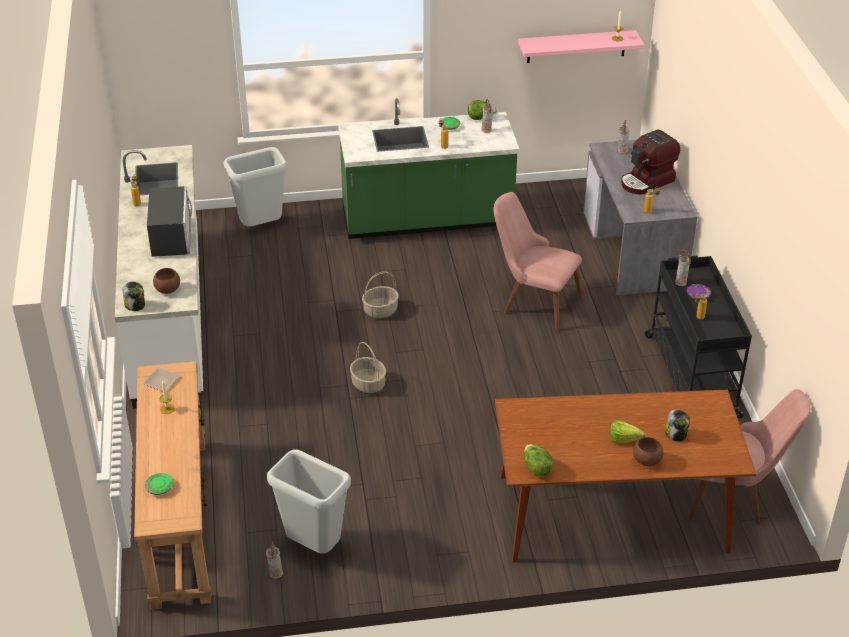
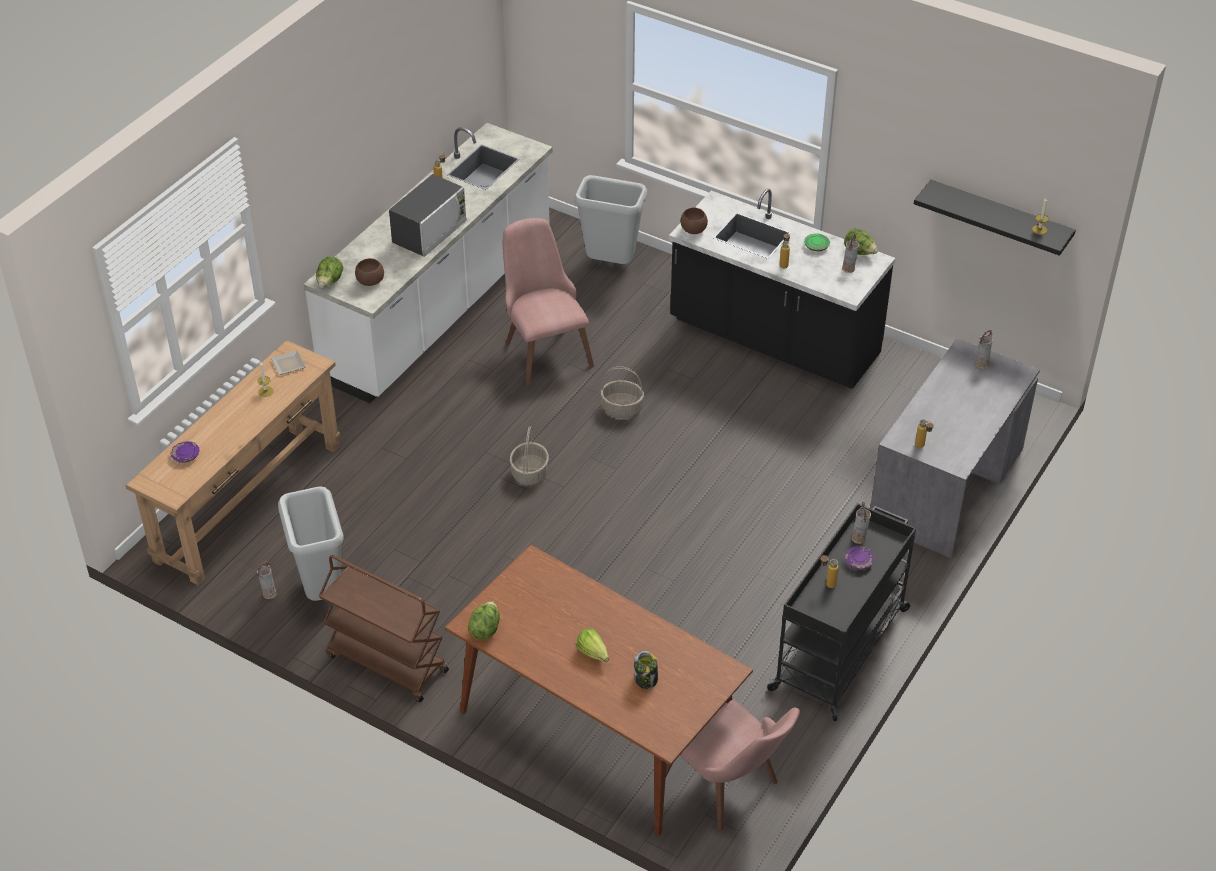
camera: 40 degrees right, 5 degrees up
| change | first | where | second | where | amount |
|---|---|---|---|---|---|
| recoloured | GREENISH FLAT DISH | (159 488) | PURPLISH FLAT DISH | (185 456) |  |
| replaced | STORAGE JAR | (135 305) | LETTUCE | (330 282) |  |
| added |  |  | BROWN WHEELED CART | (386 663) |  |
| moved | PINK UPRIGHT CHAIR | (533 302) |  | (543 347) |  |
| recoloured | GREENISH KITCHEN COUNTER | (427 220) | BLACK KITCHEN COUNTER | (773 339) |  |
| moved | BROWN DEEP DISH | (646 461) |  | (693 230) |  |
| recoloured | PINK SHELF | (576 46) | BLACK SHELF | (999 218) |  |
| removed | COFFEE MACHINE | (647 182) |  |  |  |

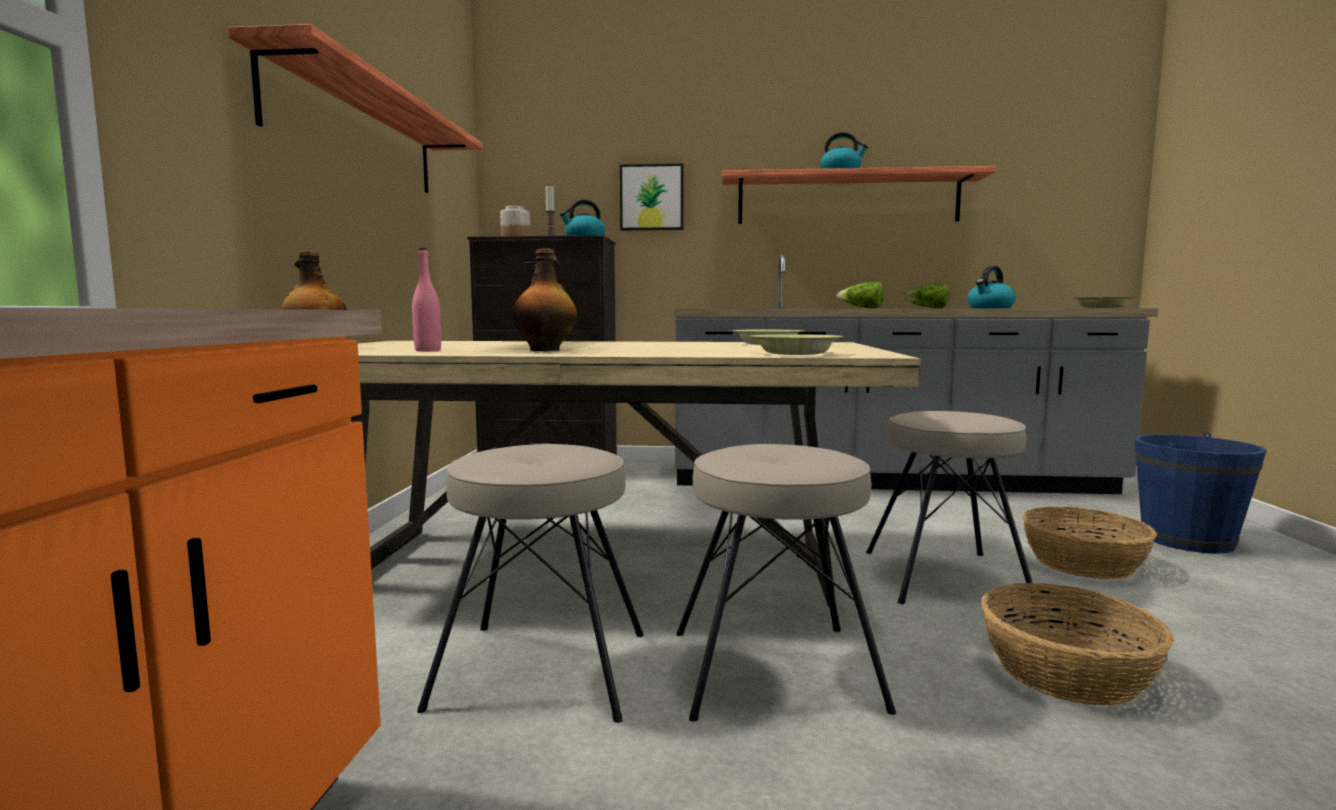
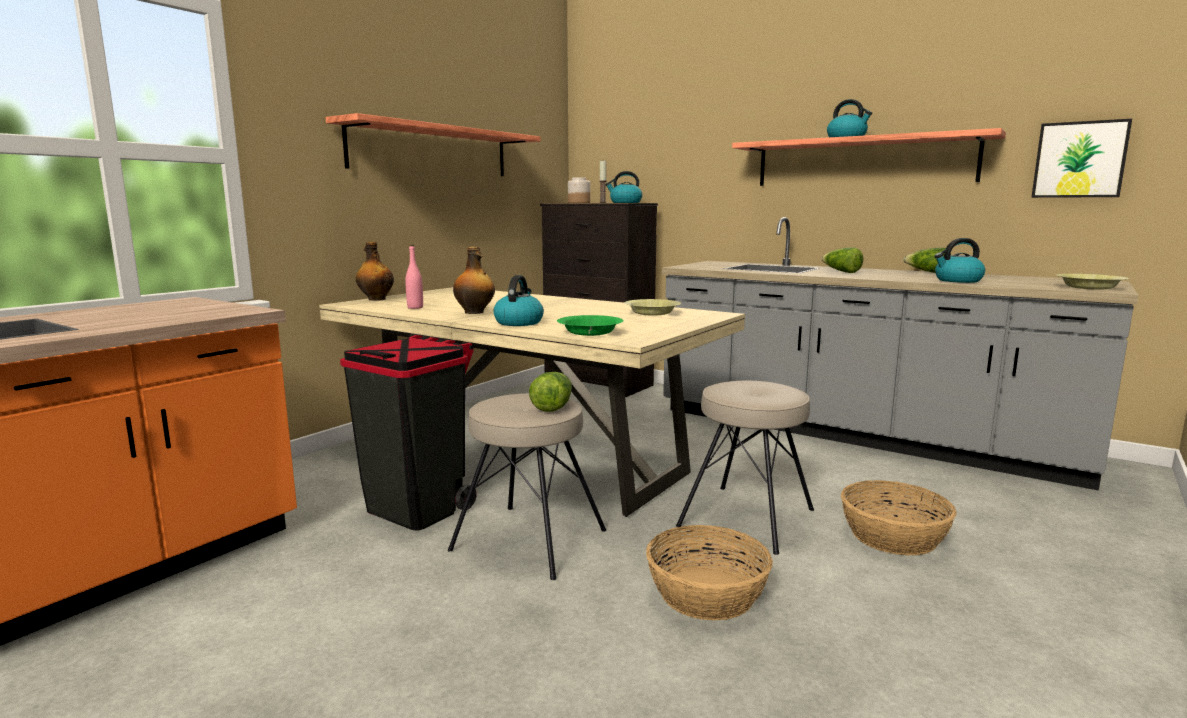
camera: 30 degrees right, 5 degrees up
| change | first | where | second | where | amount |
|---|---|---|---|---|---|
| replaced | SAND-COLOURED STOOL SEAT | (542 670) | BLACK TRASH CAN | (417 508) |  |
| added |  |  | WATER KETTLE | (519 322) |  |
| added |  |  | LETTUCE | (552 406) |  |
| recoloured | YELLOW-COLOURED DEEP DISH | (795 354) | GREENISH DEEP DISH | (590 333) |  |
| moved | WALL PICTURE | (652 198) |  | (1079 160) |  |
| removed | BLUISH PAIL | (1187 540) |  |  |  |

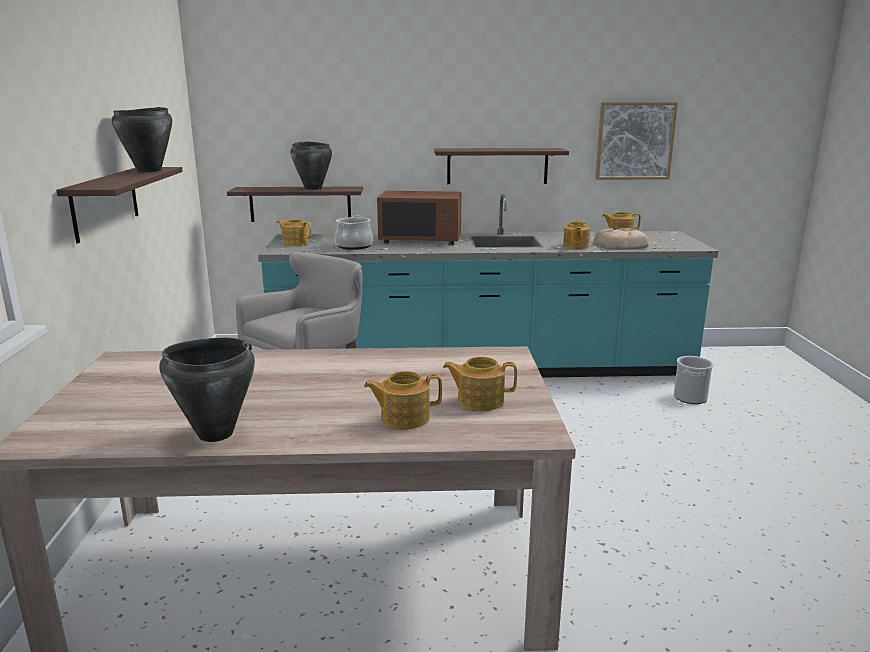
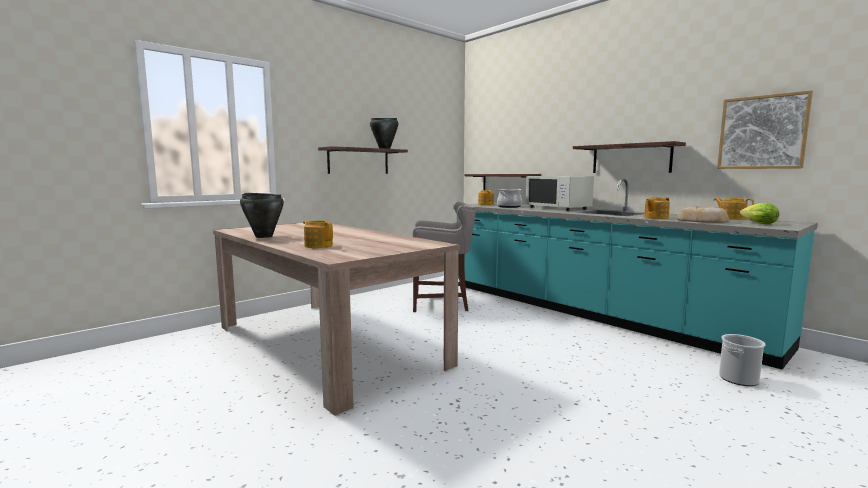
camera: 50 degrees right, 10 degrees down
| change | first | where | second | where | amount |
|---|---|---|---|---|---|
| recoloured | BROWN KITCHEN MICROWAVE | (421 239) | WHITE-COLOURED KITCHEN MICROWAVE | (558 208) |  |
| added |  |  | LETTUCE | (757 223) |  |
| removed | BLACK COOKING POT | (313 188) |  |  |  |
| removed | TEA POT | (479 400) |  |  |  |

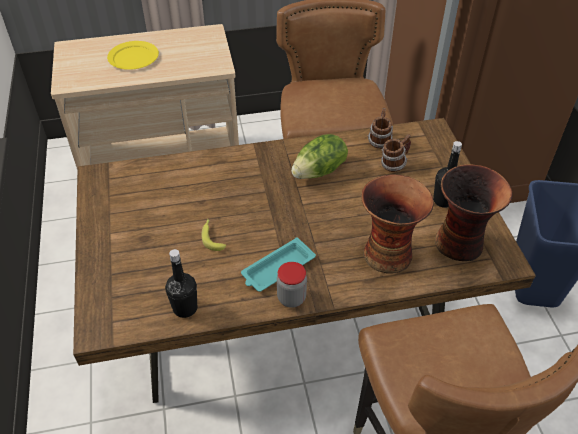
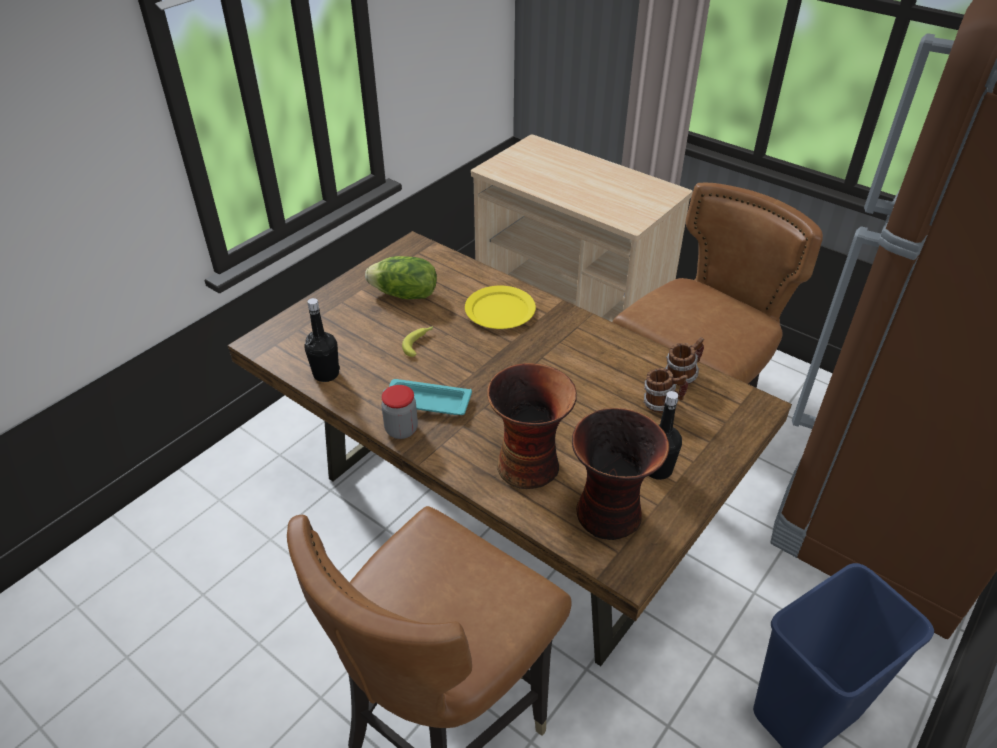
camera: 50 degrees right, 5 degrees down
| change | first | where | second | where | amount |
|---|---|---|---|---|---|
| moved | LETTUCE | (320 171) |  | (404 295) |  |
| moved | YELLOW-COLOURED FLAT DISH | (134 57) |  | (500 310) |  |

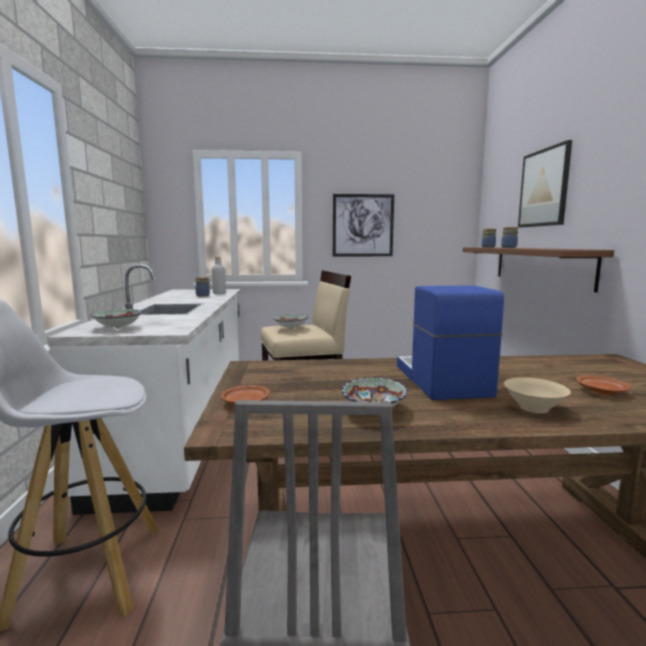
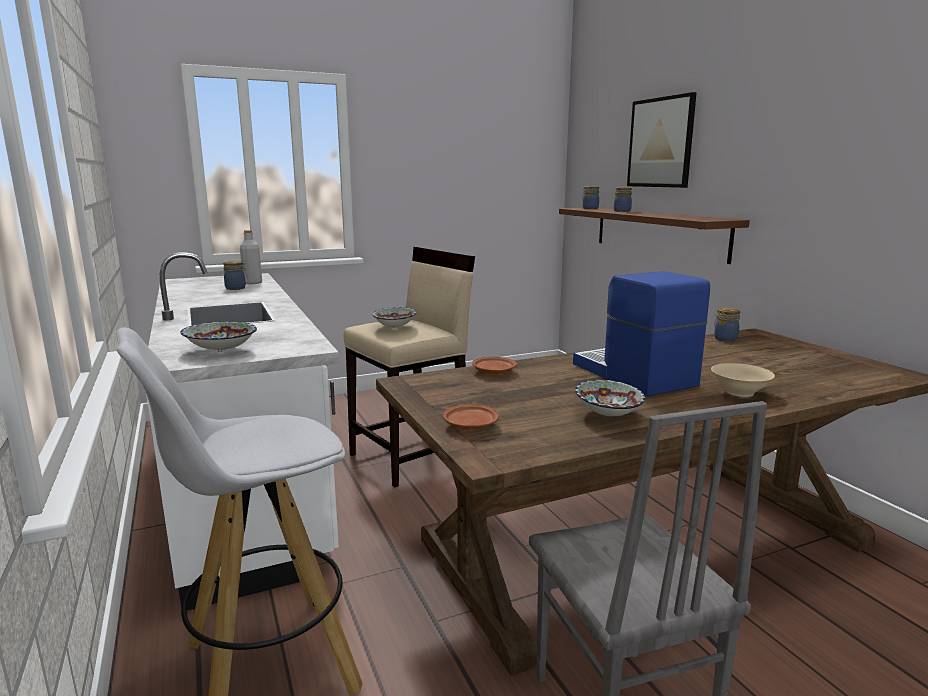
camera: 20 degrees left, 5 degrees up
| change | first | where | second | where | amount |
|---|---|---|---|---|---|
| moved | BROWN FLAT DISH | (600 391) |  | (493 372) |  |
| added |  |  | STORAGE JAR | (724 339) |  |
| removed | WALL PICTURE | (363 225) |  |  |  |

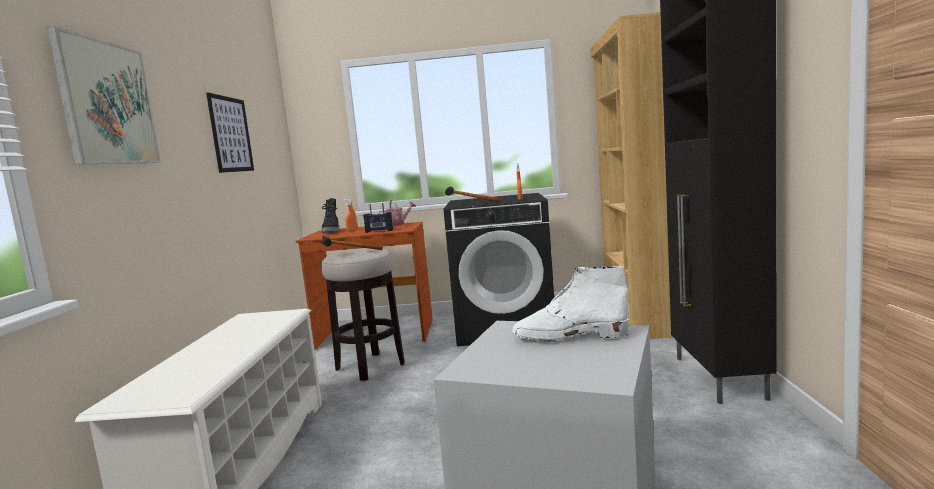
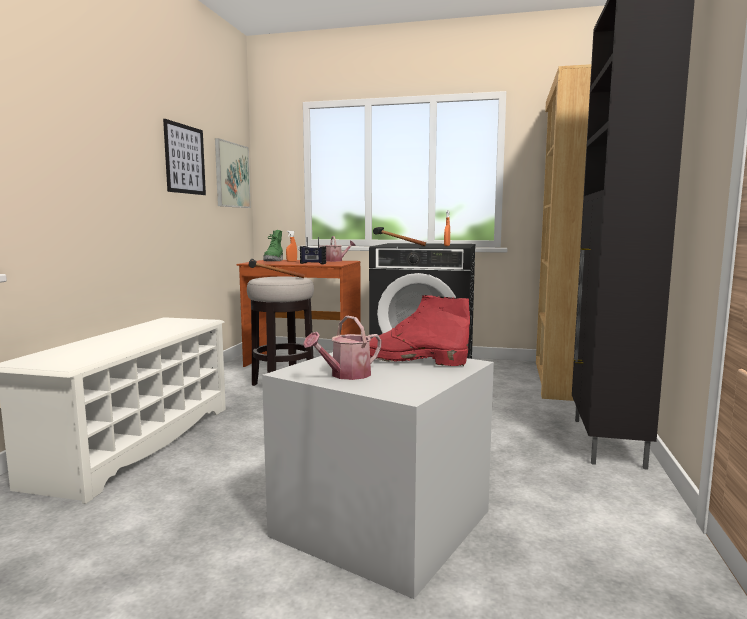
camera: 10 degrees right, 0 degrees up
| change | first | where | second | where | amount |
|---|---|---|---|---|---|
| moved | WALL PICTURE | (107 103) |  | (232 175) |  |
| recoloured | BLACK HIGH-TOP BOOT | (332 231) | GREENISH HIGH-TOP BOOT | (274 261) |  |
| added |  |  | WATERING POT | (346 375) |  |
| recoloured | WHITE-COLOURED HIGH-TOP BOOT | (569 336) | RED HIGH-TOP BOOT | (410 361) |  |

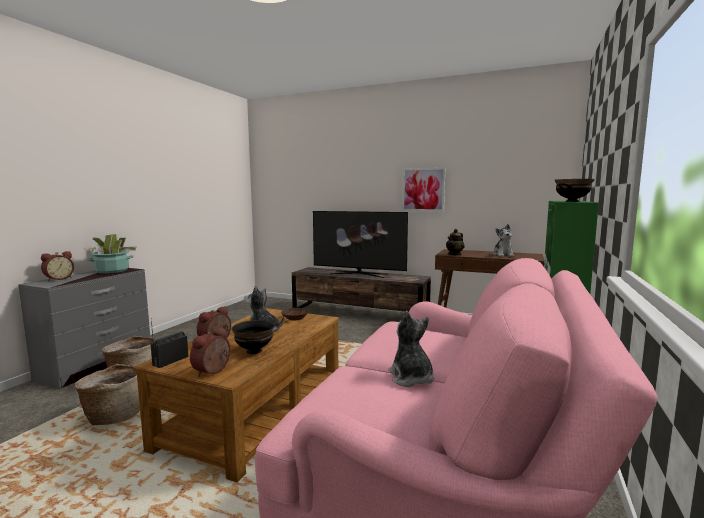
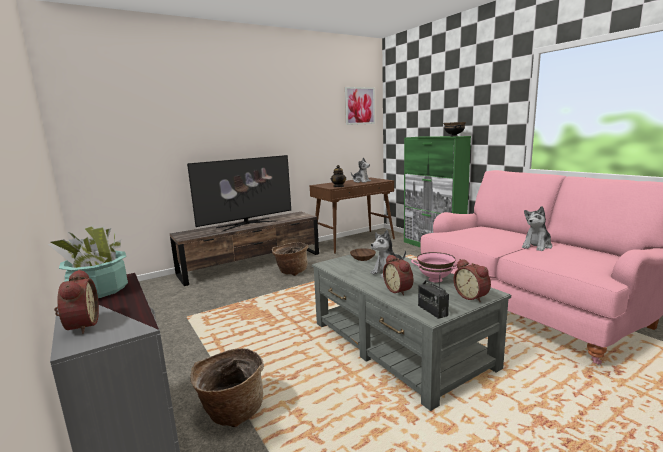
camera: 55 degrees left, 5 degrees up
| change | first | where | second | where | amount |
|---|---|---|---|---|---|
| moved | BASKET | (113 416) |  | (291 272) |  |
| recoloured | BROWN COFFEE TABLE | (255 411) | GREY COFFEE TABLE | (398 345) |  |
| moved | WALL PICTURE | (423 189) |  | (359 106) |  |
| recoloured | BLACK DEEP DISH | (254 351) | PINK DEEP DISH | (435 279) |  |
| turned | PLUSH TOY | (411 378) |  | (537 246) | 60 degrees counterclockwise |

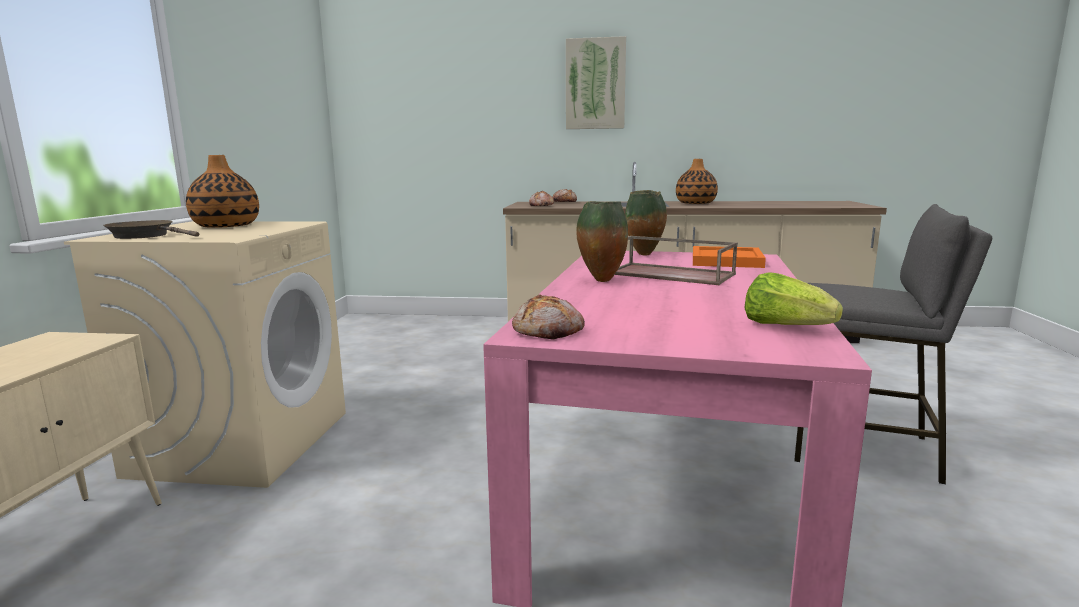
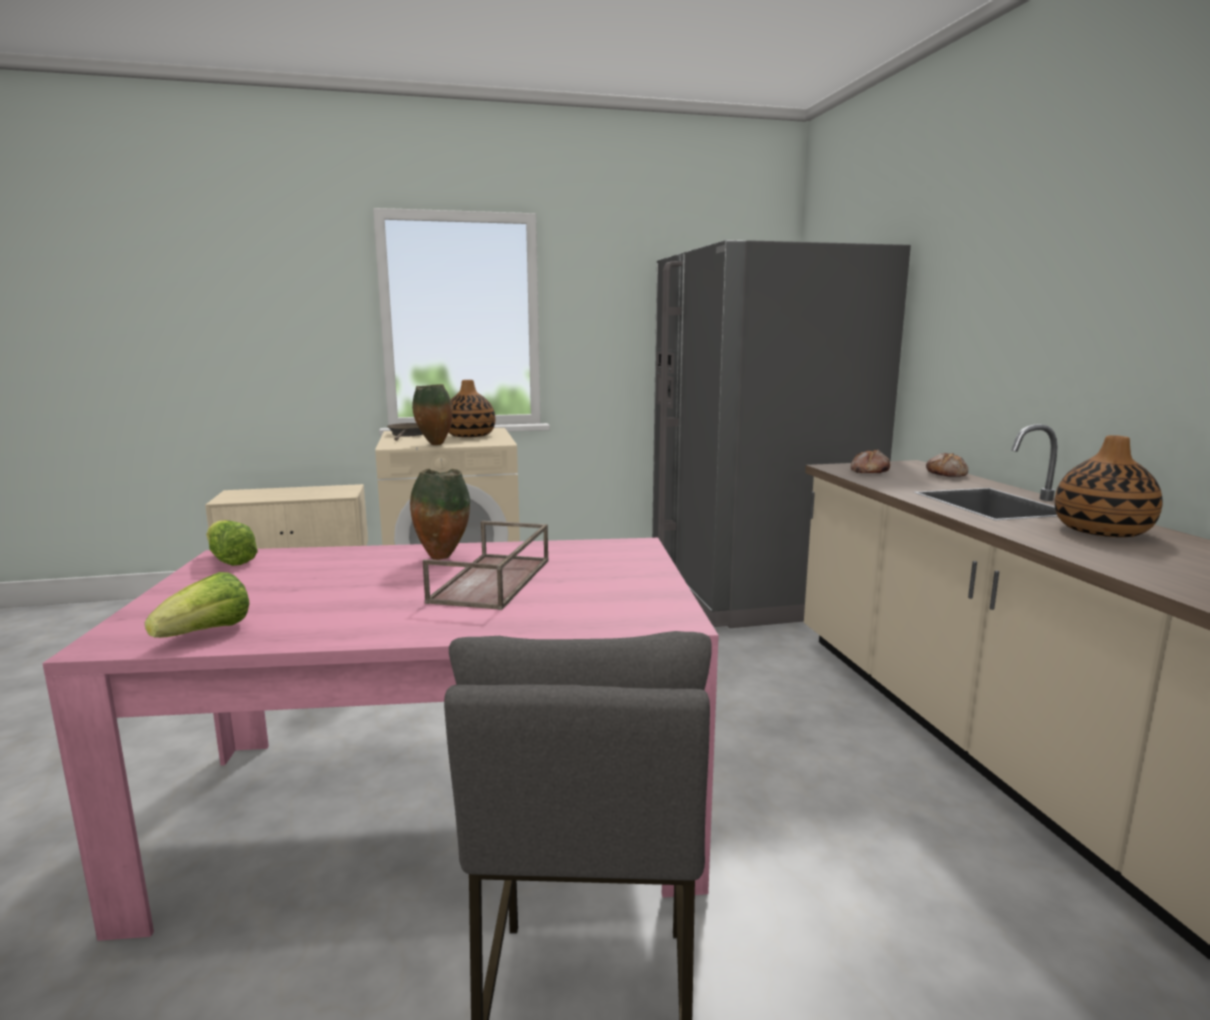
camera: 70 degrees right, 0 degrees up
| change | first | where | second | where | amount |
|---|---|---|---|---|---|
| replaced | BAKERY BREAD | (549 331) | LETTUCE | (230 560) |  |
| moved | DECORATIVE VASE | (645 255) |  | (434 444) |  |
| added |  |  | GREY REFRIGERATOR | (753 589) |  |
| removed | WALL PICTURE | (595 84) |  |  |  |
| removed | ORANGEY CARRYING TRAY | (727 261) |  |  |  |

